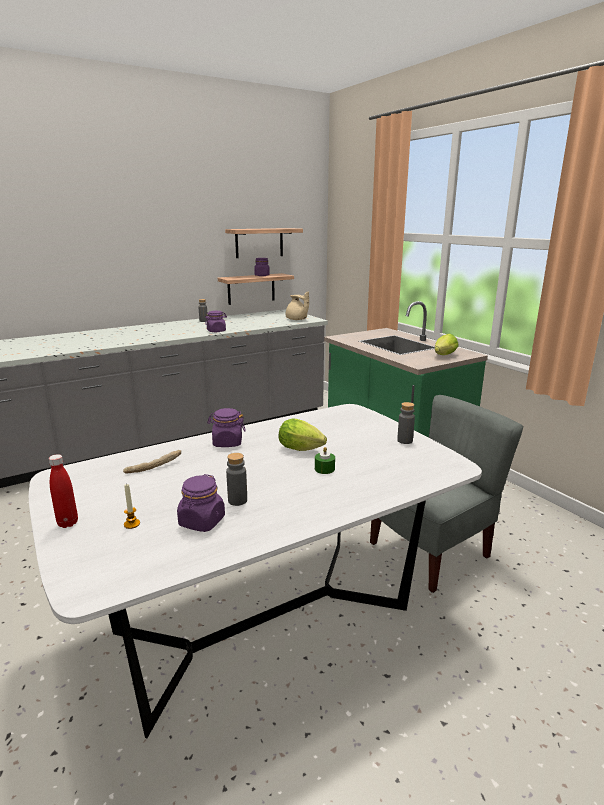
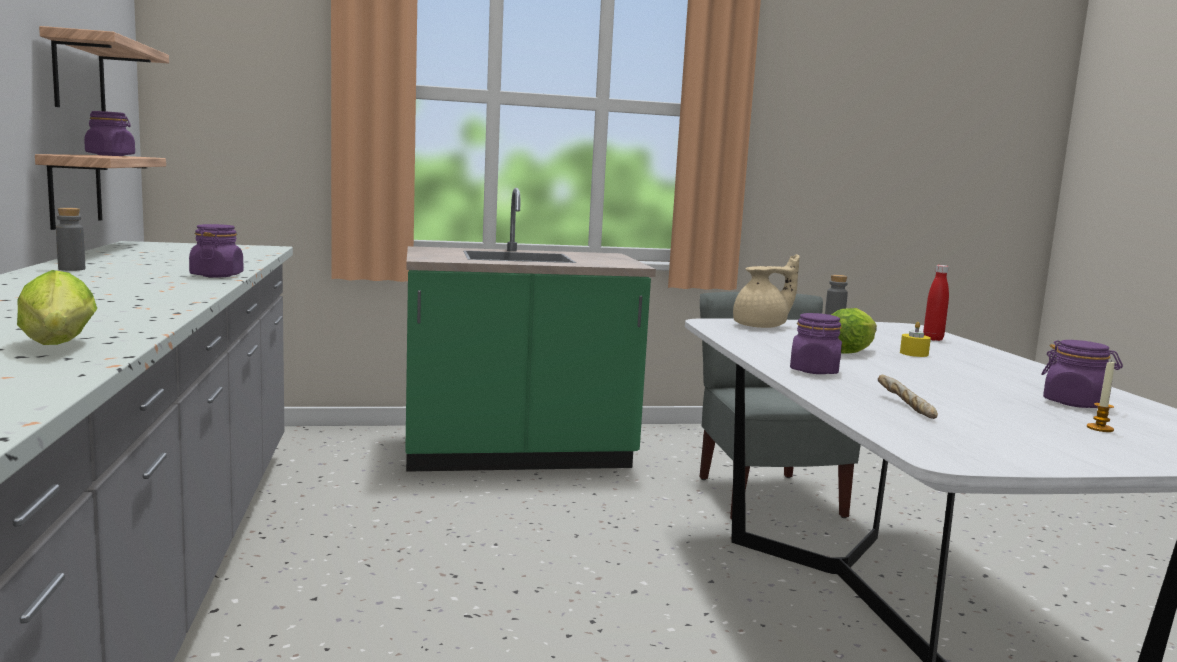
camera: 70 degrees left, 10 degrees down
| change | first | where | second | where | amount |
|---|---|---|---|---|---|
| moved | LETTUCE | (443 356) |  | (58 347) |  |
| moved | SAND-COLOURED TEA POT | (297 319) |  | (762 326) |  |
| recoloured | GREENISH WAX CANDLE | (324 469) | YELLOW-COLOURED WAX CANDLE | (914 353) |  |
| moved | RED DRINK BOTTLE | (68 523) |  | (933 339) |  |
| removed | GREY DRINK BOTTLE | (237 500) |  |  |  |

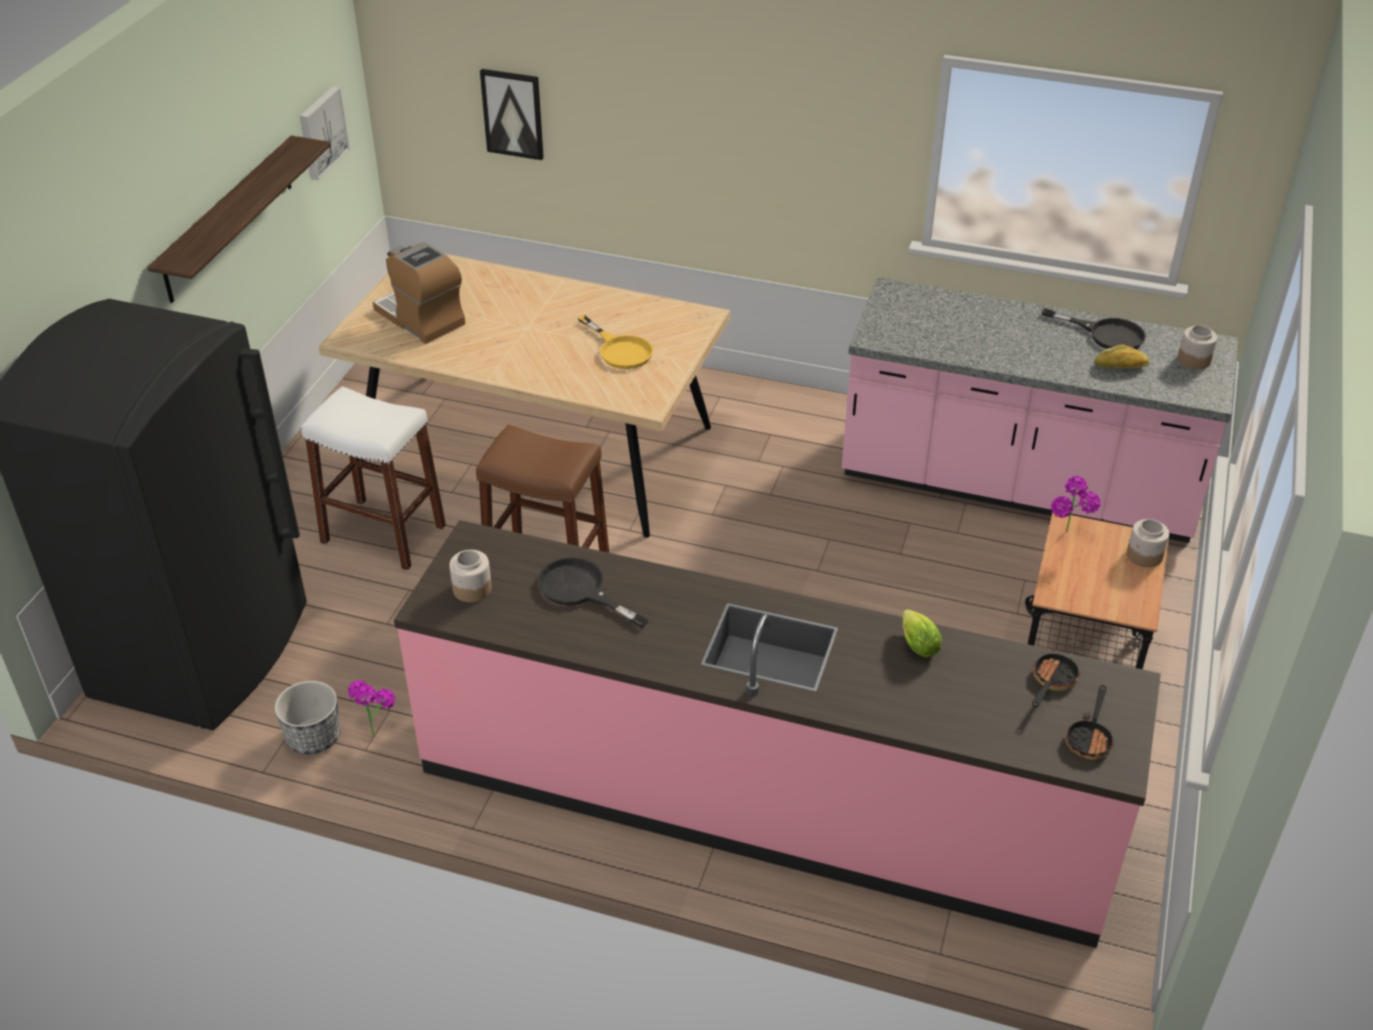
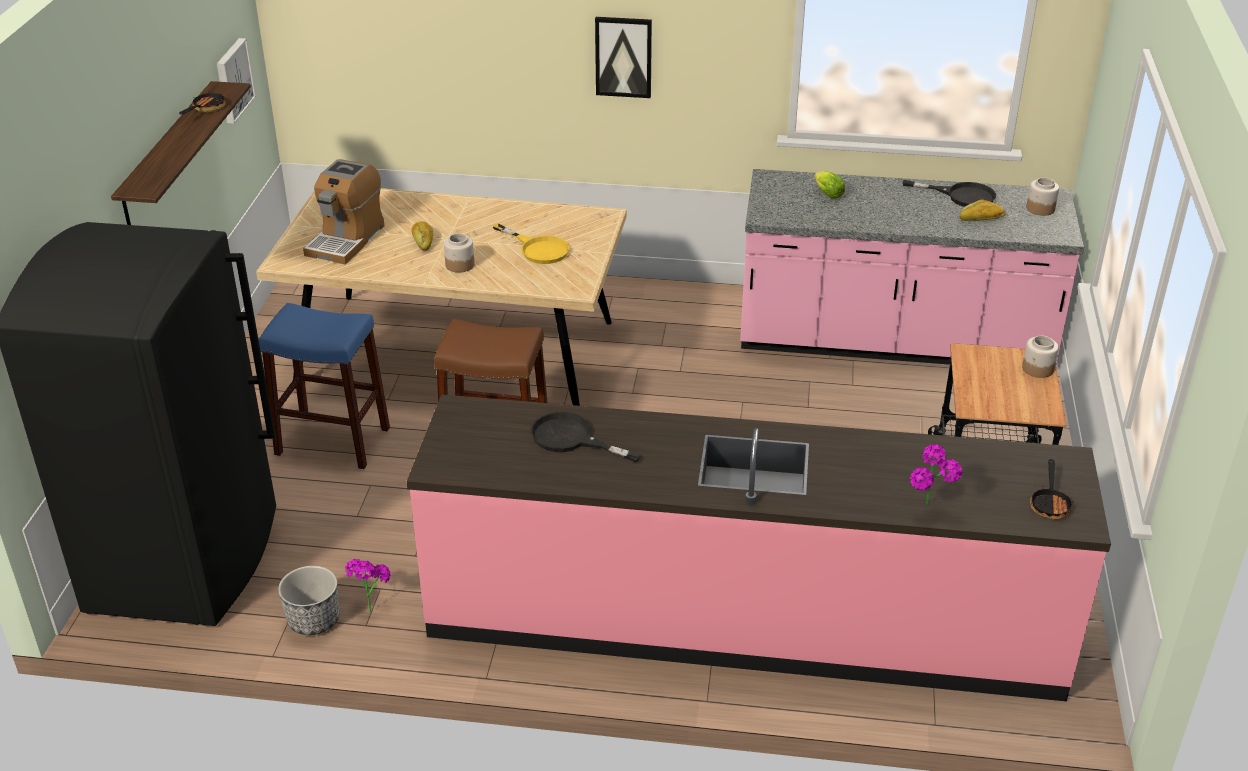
camera: 10 degrees left, 5 degrees down
| change | first | where | second | where | amount |
|---|---|---|---|---|---|
| moved | SKILLET | (1051 681) |  | (206 109) |  |
| recoloured | WHITE-COLOURED STOOL SEAT | (383 534) | BLUISH STOOL SEAT | (332 441) |  |
| turned | COFFEE MACHINE | (420 318) |  | (346 240) | 105 degrees counterclockwise |
| added |  |  | BAKERY BREAD | (423 241) |  |
| moved | STORAGE JAR | (471 589) |  | (459 265) |  |
| moved | WALL PICTURE | (513 113) |  | (623 56) |  |
| moved | LETTUCE | (916 643) |  | (826 193) |  |
| moved | HOUSEPLANT | (1068 537) |  | (930 511) |  |

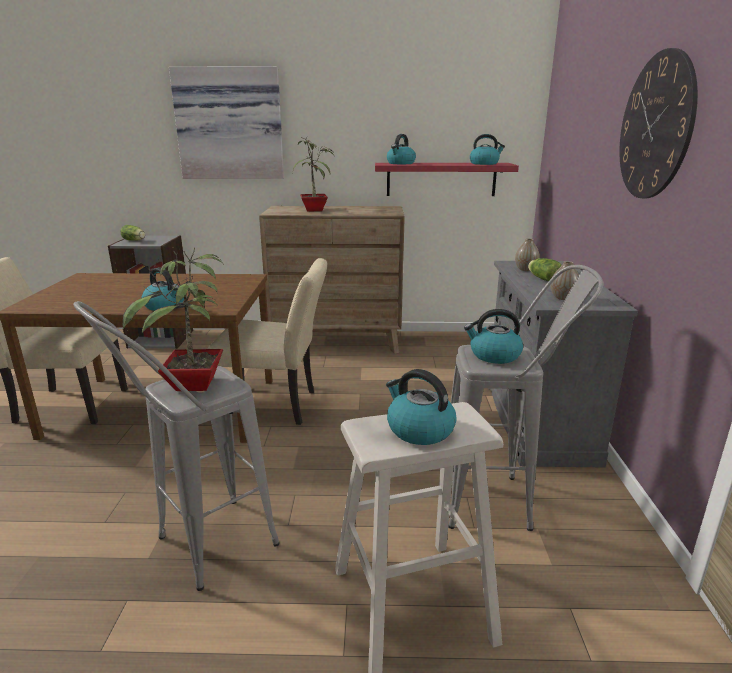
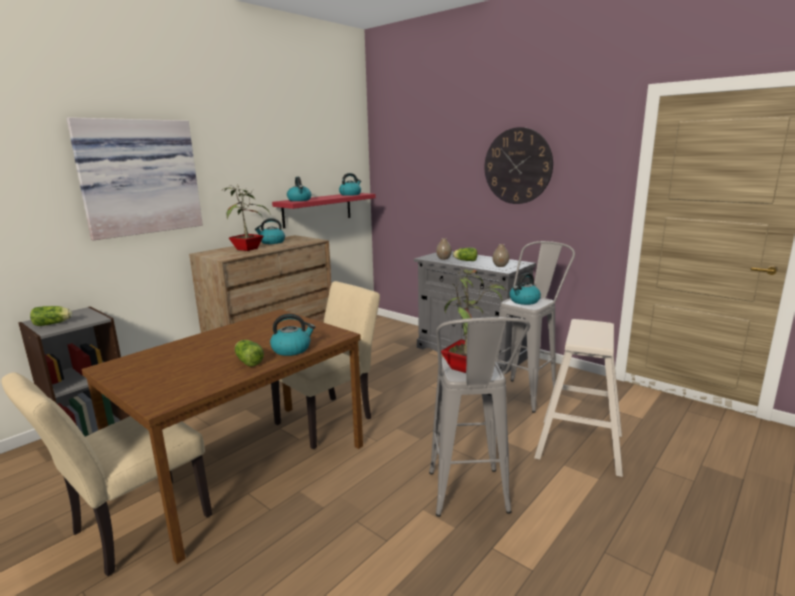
camera: 50 degrees left, 5 degrees down
| change | first | where | second | where | amount |
|---|---|---|---|---|---|
| added |  |  | LETTUCE | (248 361) |  |
| moved | WATER KETTLE | (419 429) |  | (272 242) |  |

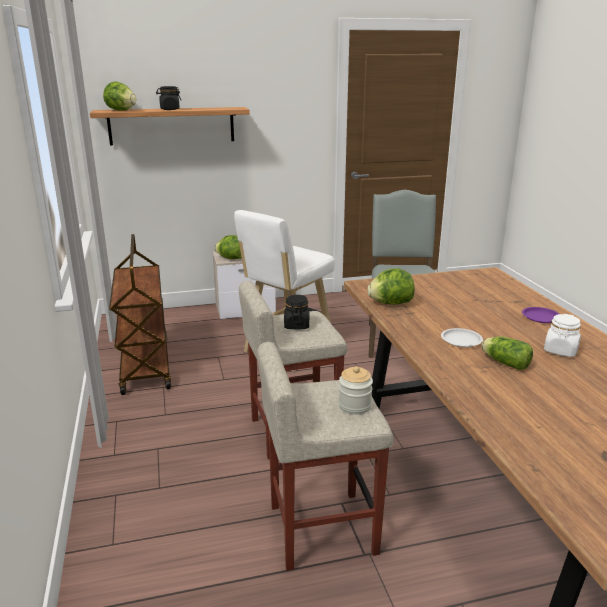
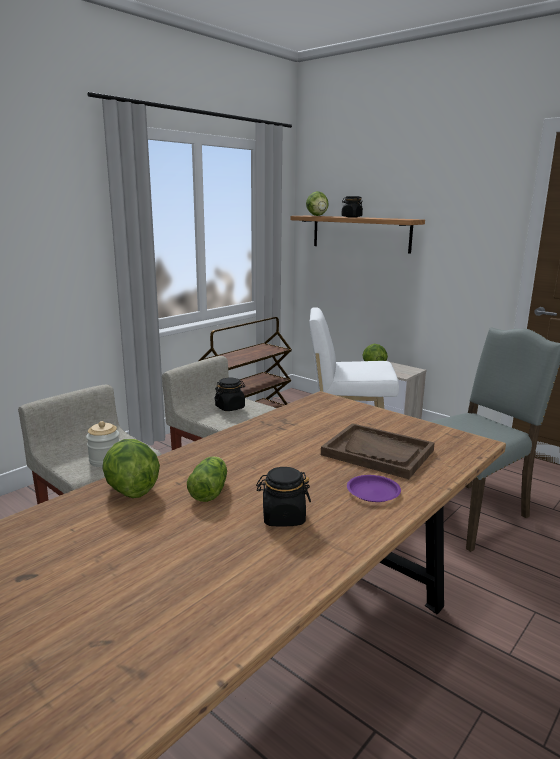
camera: 55 degrees right, 5 degrees down
| change | first | where | second | where | amount |
|---|---|---|---|---|---|
| moved | LETTUCE | (390 303) |  | (131 490) |  |
| recoloured | WHITE-COLOURED STORAGE JAR | (560 350) | BLACK STORAGE JAR | (283 517) |  |
| added |  |  | BROWN CARRYING TRAY | (378 453) |  |
| removed | WHITE-COLOURED FLAT DISH | (461 340) |  |  |  |

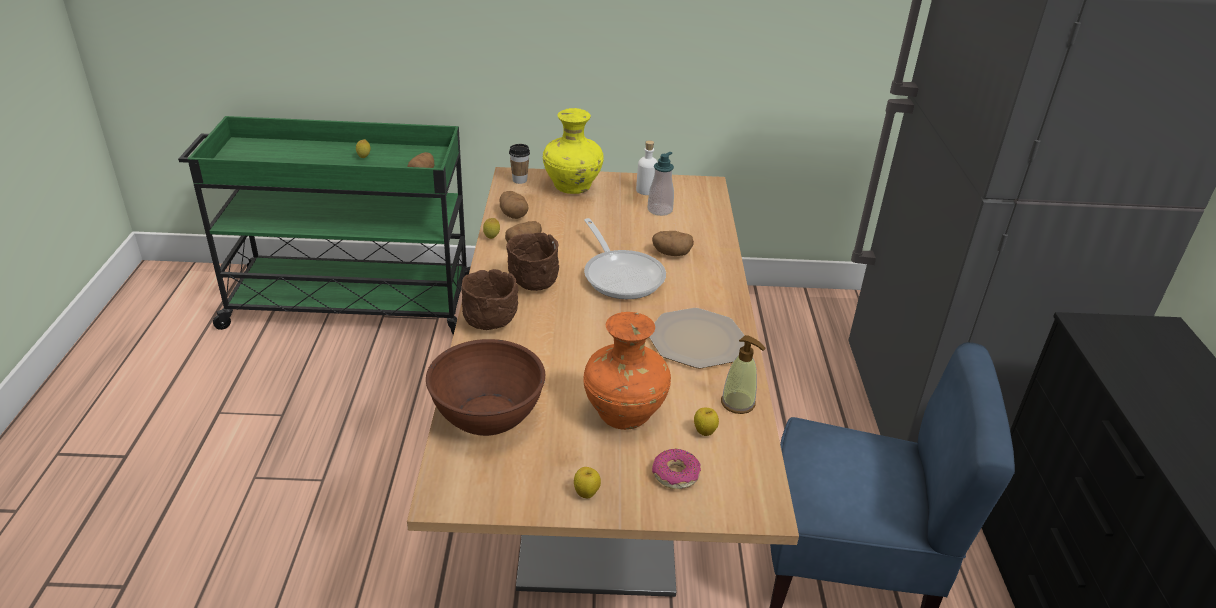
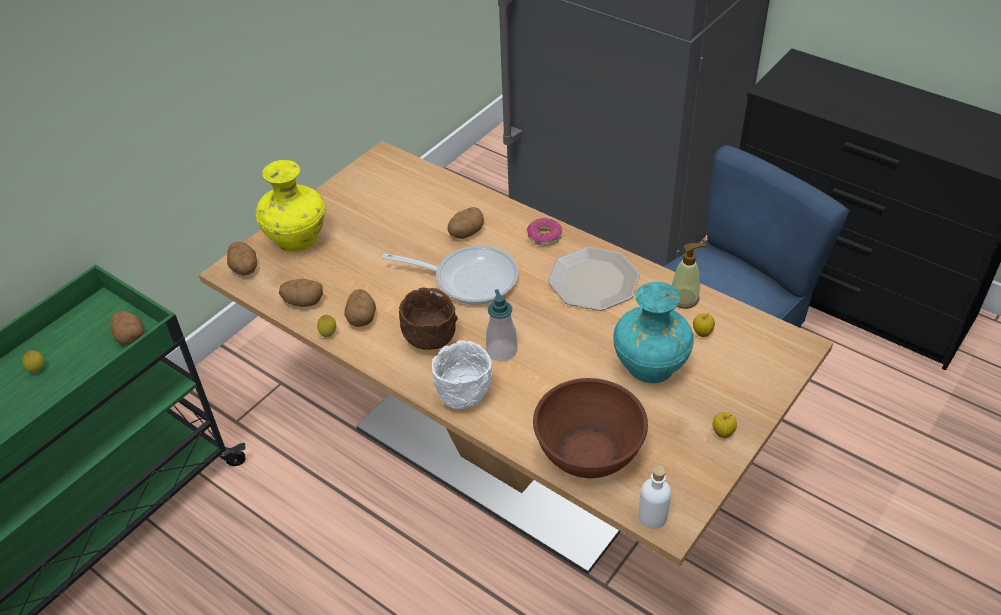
camera: 50 degrees left, 10 degrees up
| change | first | where | second | where | amount |
|---|---|---|---|---|---|
| replaced | SMALL CUP | (519 180) | SPUD | (245 269) |  |
| recoloured | BROWN DEEP DISH | (490 324) | WHITE-COLOURED DEEP DISH | (465 396) |  |
| moved | SOAP DISPENSER | (660 210) |  | (502 351) |  |
| moved | DOUGHNUT | (675 475) |  | (544 237) |  |
| recoloured | ORANGEY DECORATIVE VASE | (623 415) | TURQUOISE-COLOURED DECORATIVE VASE | (650 369) |  |
| moved | WHITE-COLOURED DRINK BOTTLE | (646 190) |  | (652 516) |  |

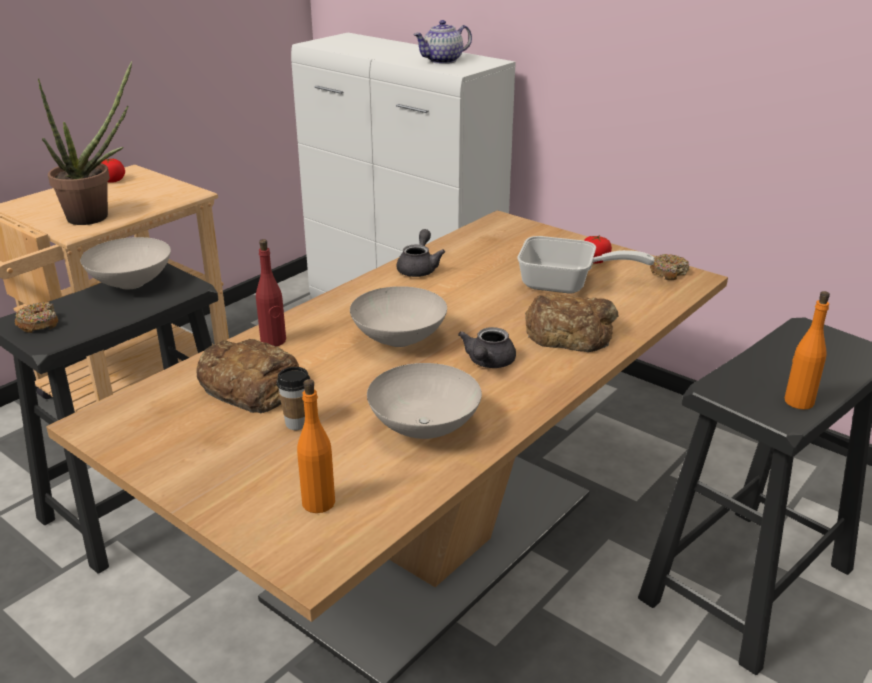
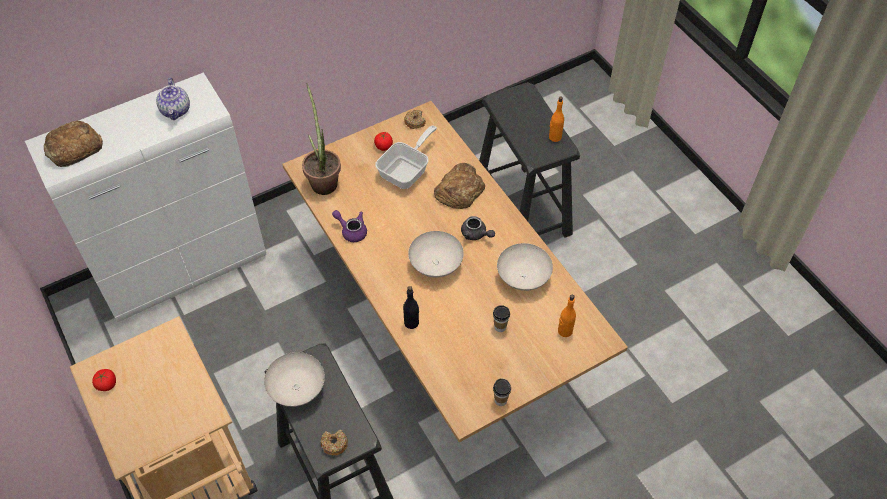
camera: 70 degrees left, 25 degrees up
| change | first | where | second | where | amount |
|---|---|---|---|---|---|
| moved | BAKERY BREAD | (250 385) |  | (73 148) |  |
| moved | HOUSEPLANT | (97 216) |  | (323 180) |  |
| recoloured | GREY TEA POT | (419 268) | PURPLISH TEA POT | (351 231) |  |
| recoloured | RED DRINK BOTTLE | (273 341) | BLACK DRINK BOTTLE | (411 322) |  |
| added |  |  | SMALL CUP | (500 400) |  |

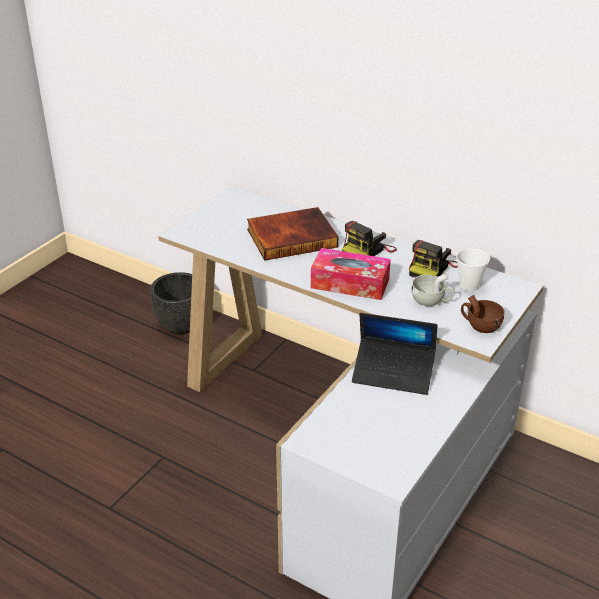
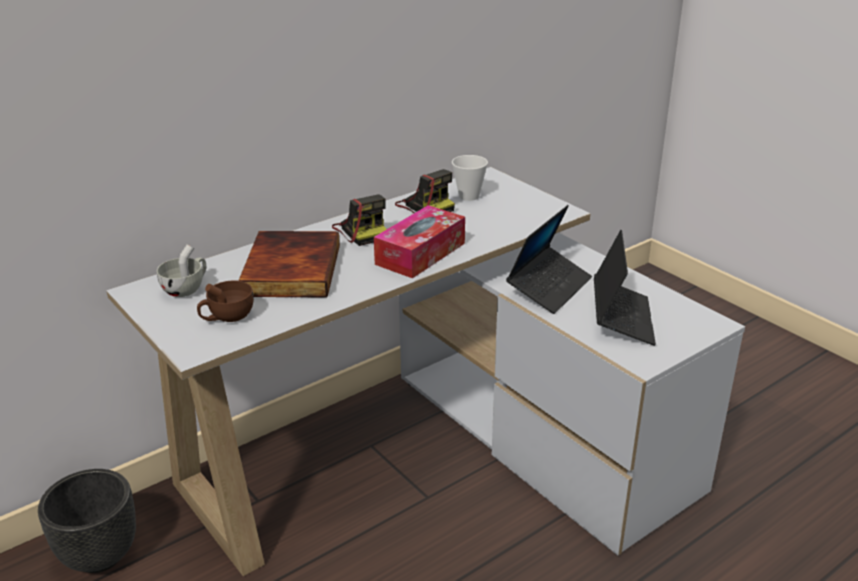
camera: 70 degrees left, 5 degrees down
| change | first | where | second | where | amount |
|---|---|---|---|---|---|
| moved | WHITE-COLOURED SMALL CUP | (431 301) |  | (187 288) |  |
| moved | BROWN SMALL CUP | (479 325) |  | (227 317) |  |
| added |  |  | NOTEBOOK COMPUTER | (621 319) |  |

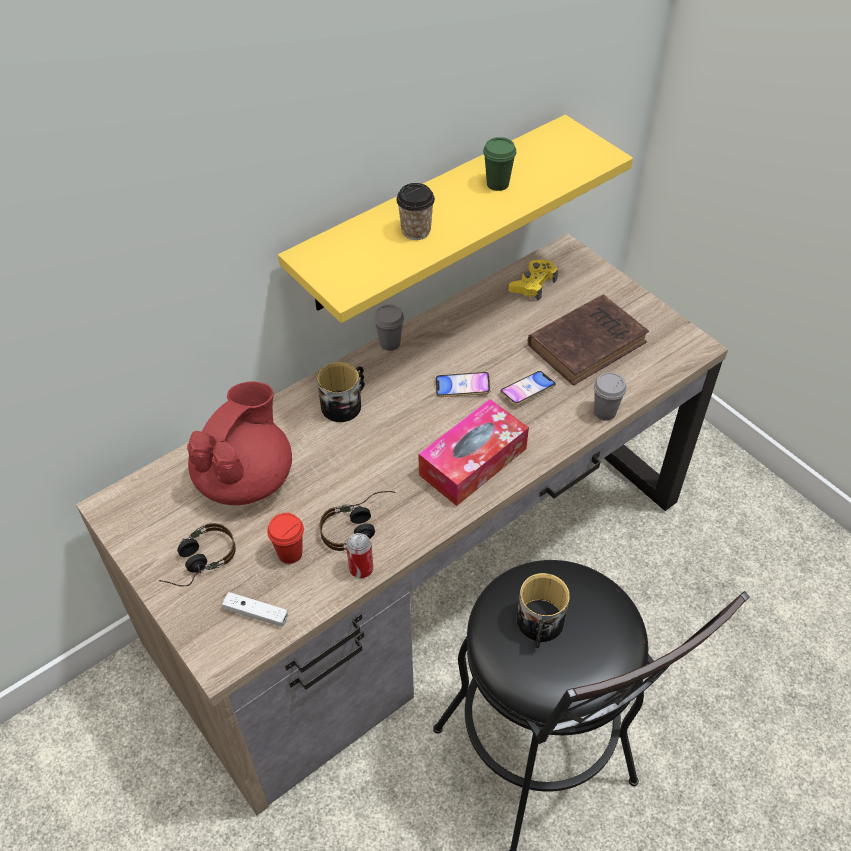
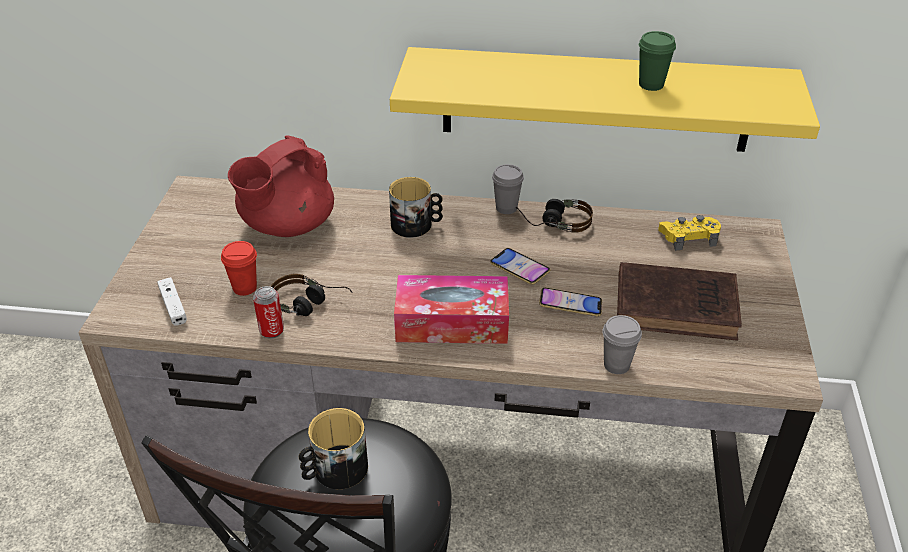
camera: 45 degrees right, 10 degrees down
| change | first | where | second | where | amount |
|---|---|---|---|---|---|
| turned | RED TEA POT | (246 478) |  | (286 226) | 150 degrees clockwise |
| moved | PAIR OF HEADPHONES | (197 563) |  | (553 222) |  |
| removed | SMALL CUP | (416 231) |  |  |  |

